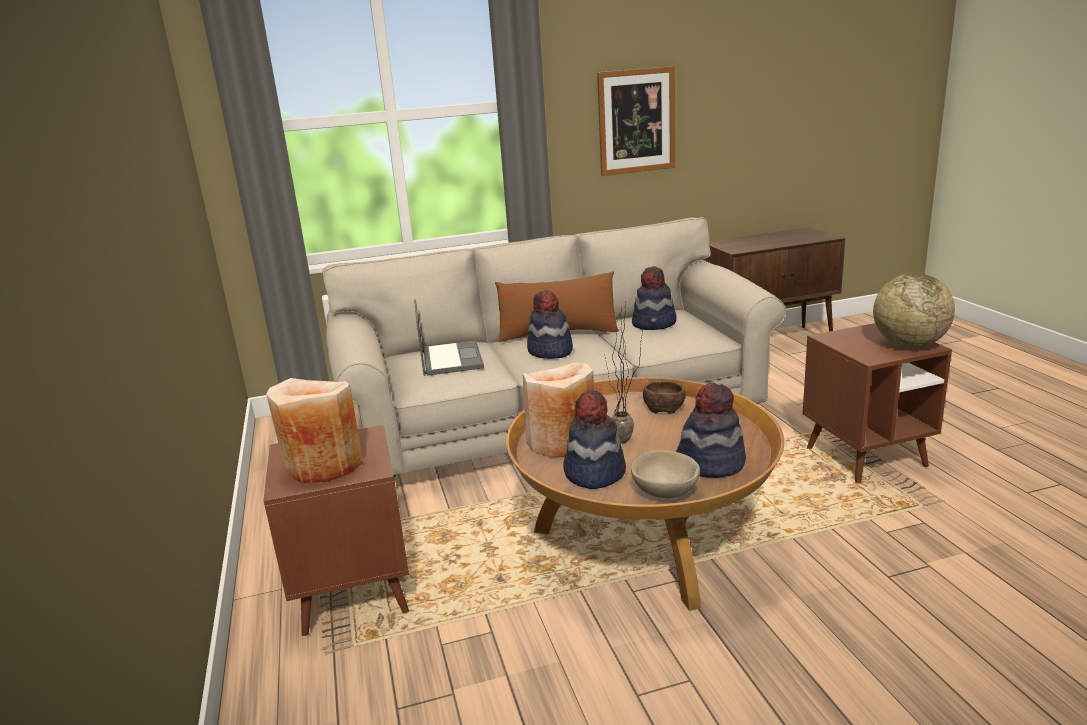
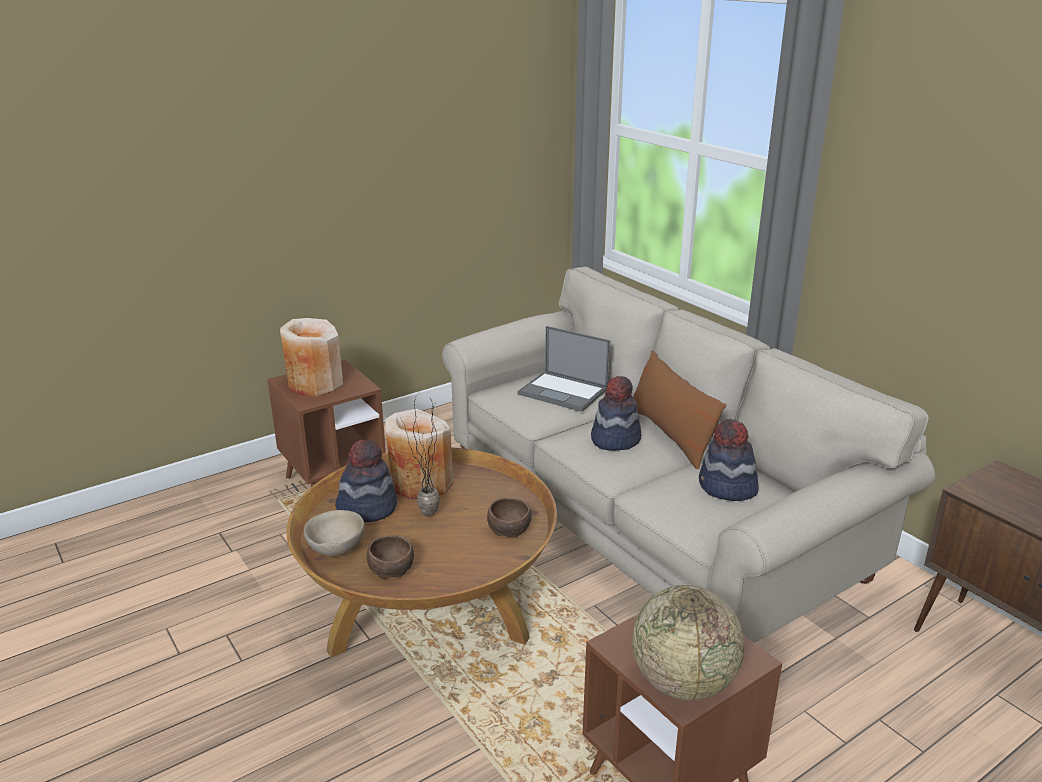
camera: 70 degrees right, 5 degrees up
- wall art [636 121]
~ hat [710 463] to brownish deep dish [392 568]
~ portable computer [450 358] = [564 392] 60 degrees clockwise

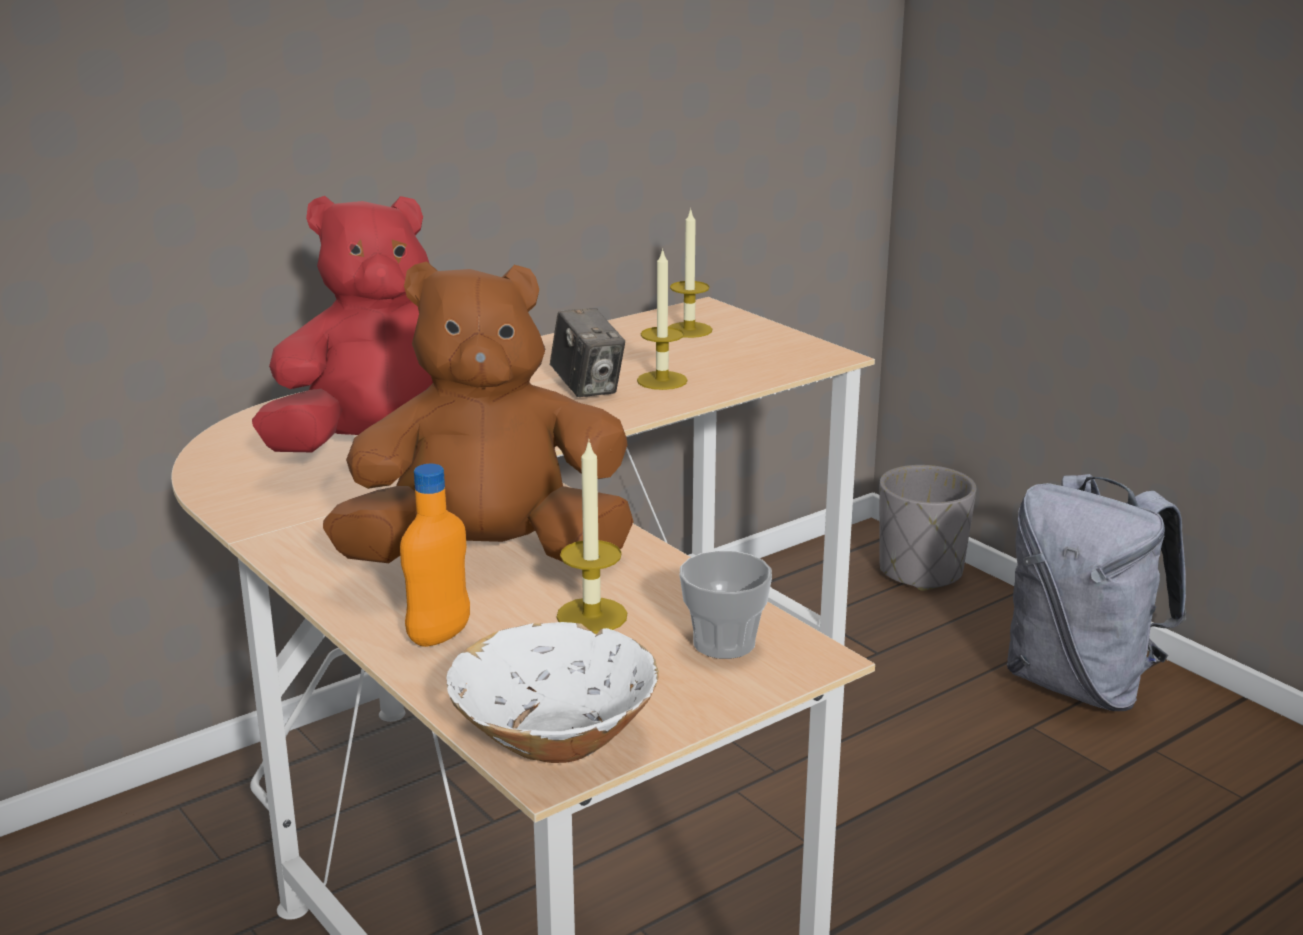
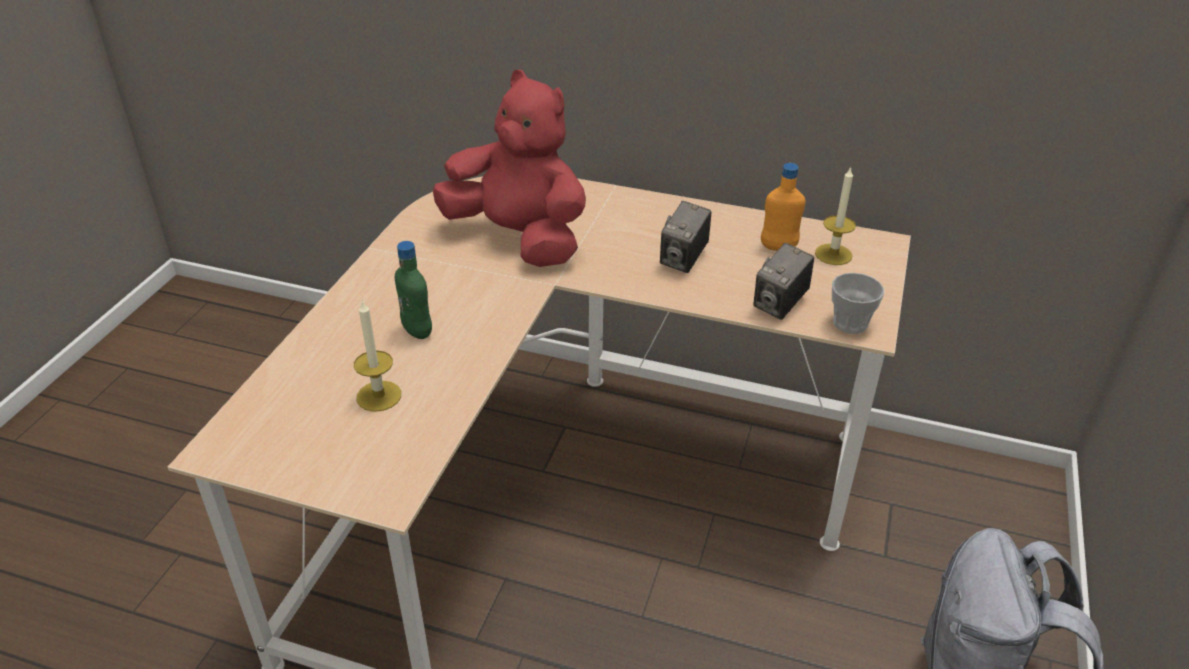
camera: 55 degrees right, 15 degrees up
- white-coloured deep dish [555 742]
- candle [662 380]
- greyish plant pot [921 572]
+ photo camera [779 305]
~ orange-coloured bottle [439 635] to [778 247]
~ small cup [724 643] to [850 323]
~ brownish cuddly toy [488 558] to green bottle [417 331]

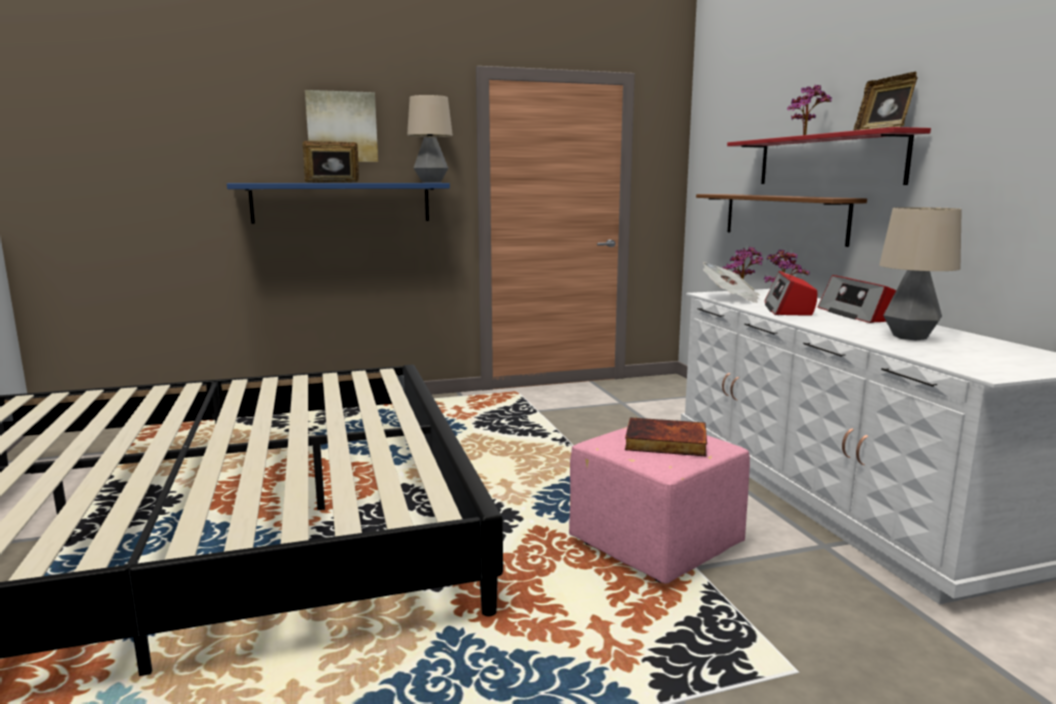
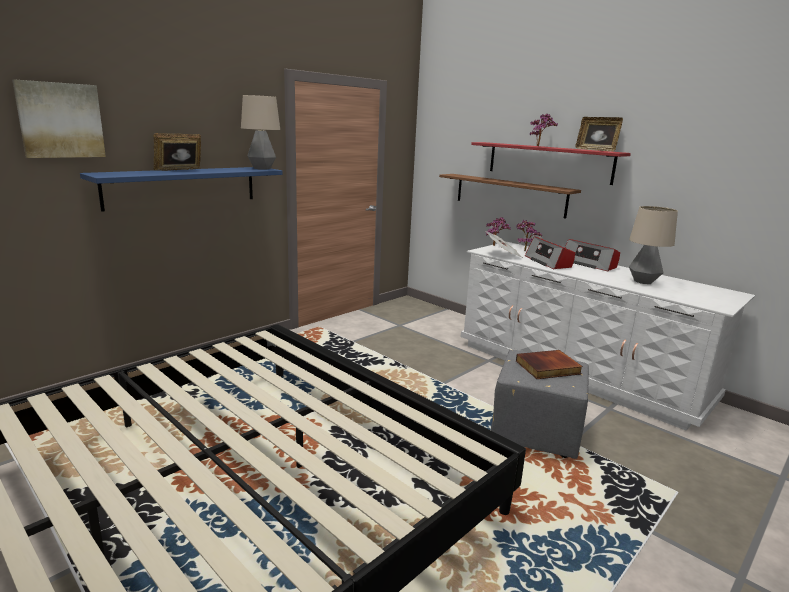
camera: 30 degrees left, 5 degrees up
~ wall art [342 127] to [60 120]
~ pinkish ottoman [654 545] to greyish ottoman [534 432]

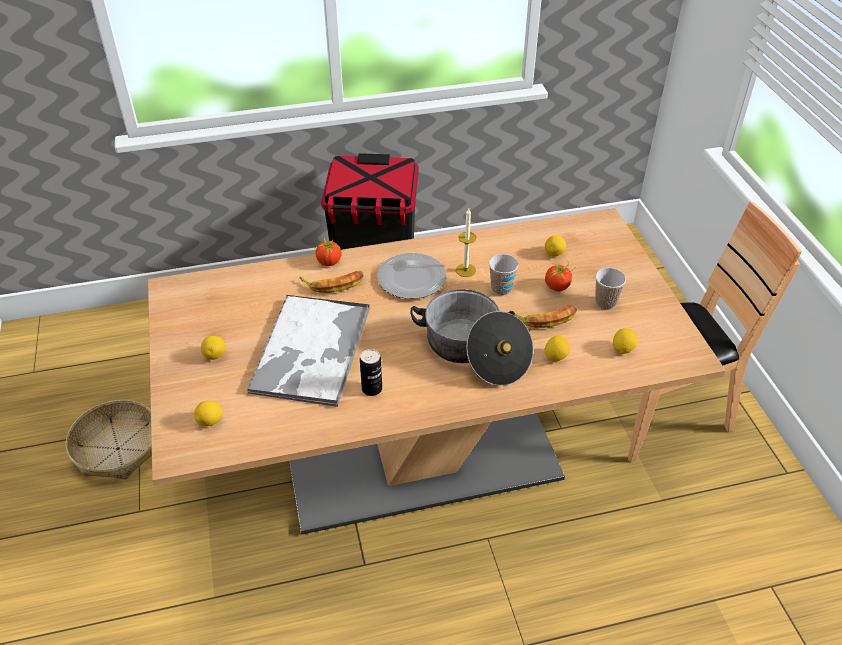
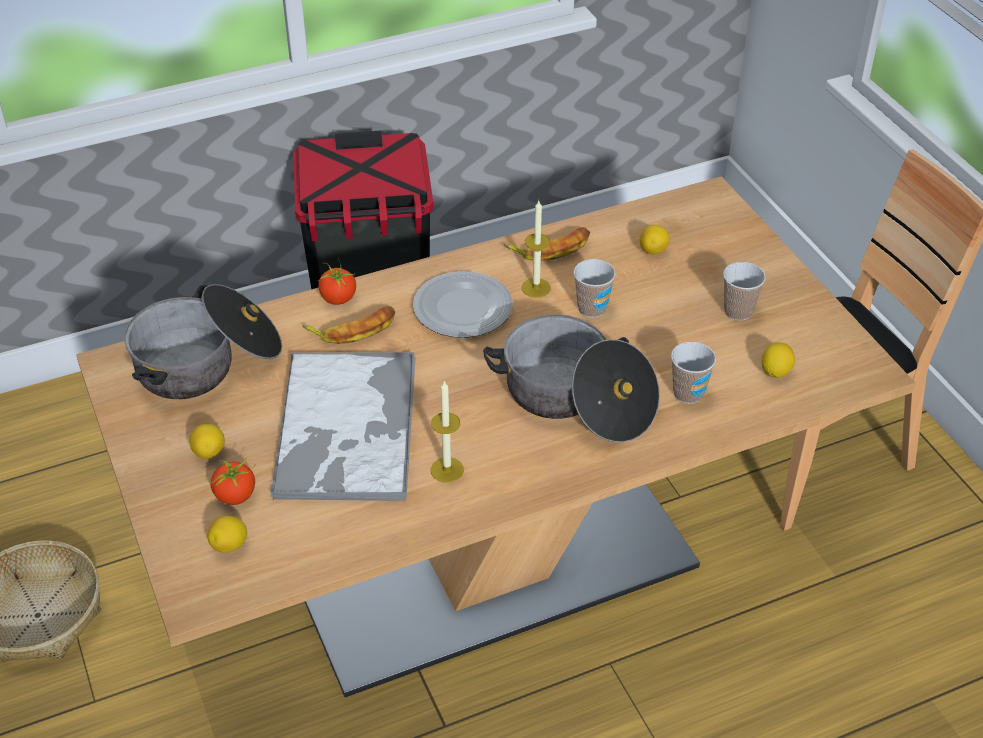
camera: 10 degrees left, 0 degrees up
+ cooking pot [208 363]
~ banana fruit [545 317] to [551 248]
~ fresh tomato [557 286] to [235 495]
~ sealed can [372 389] to candle [447 470]
~ citrus fruit [555 357] to small cup [688 393]

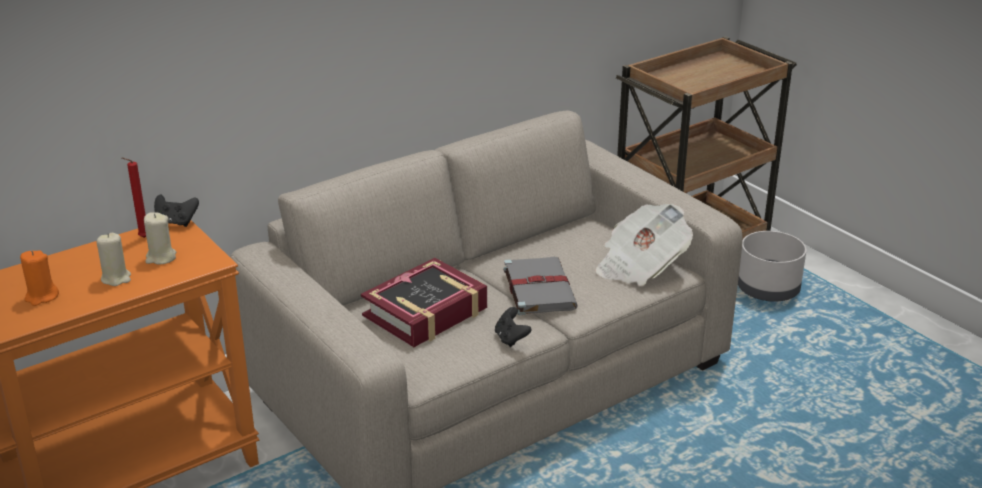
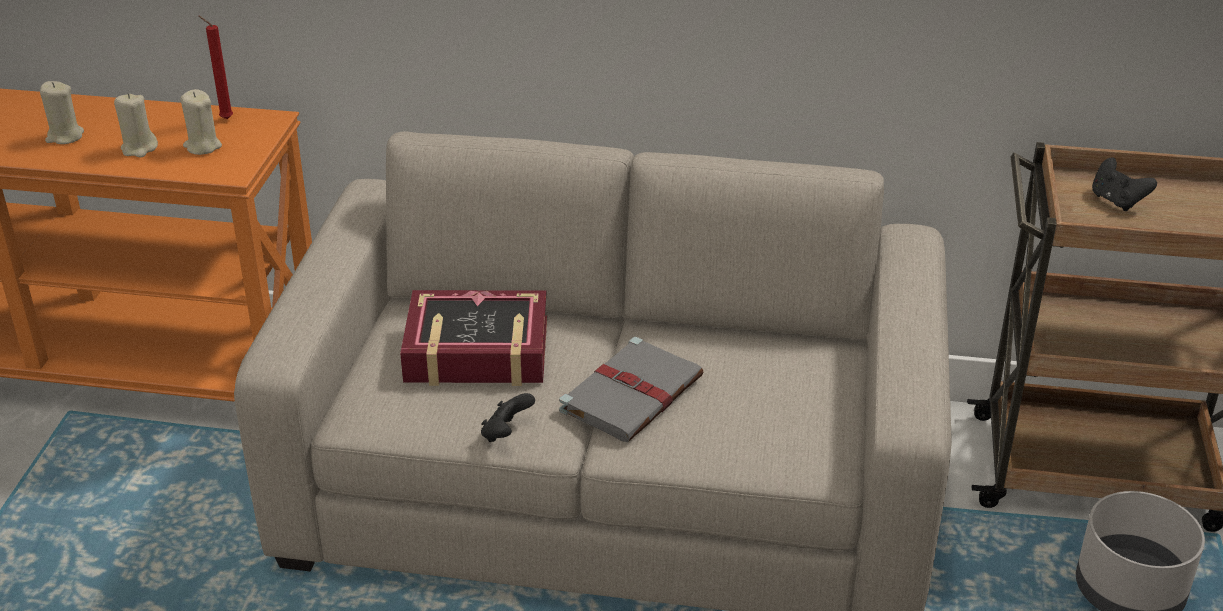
camera: 45 degrees right, 5 degrees up
- printed paper [640 266]
~ black-coloured joypad [176 222] to [1116 201]
~ orange-coloured candle [41 297] to sand-coloured candle [65 136]

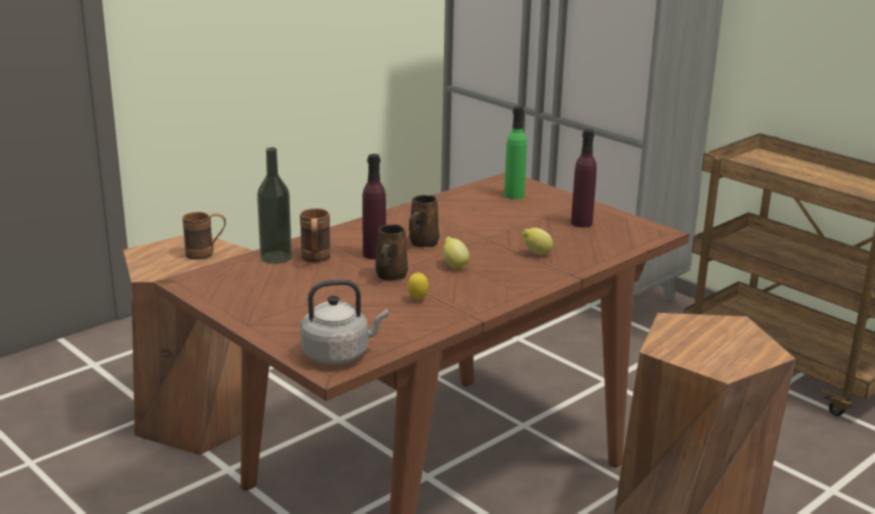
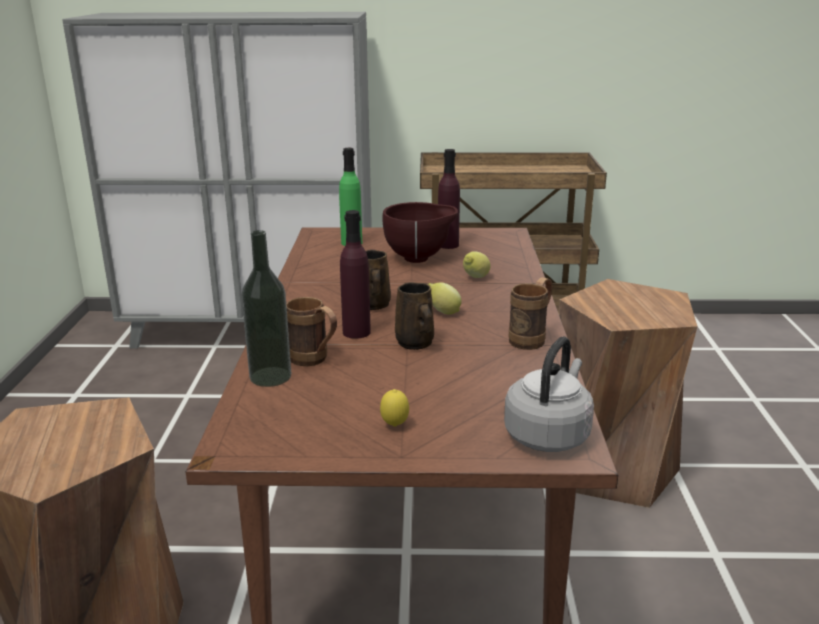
camera: 45 degrees left, 0 degrees up
+ brownish deep dish [420 259]
~ brownish mug [206 254] to [532 338]
~ citrus fruit [417 299] to [394 426]

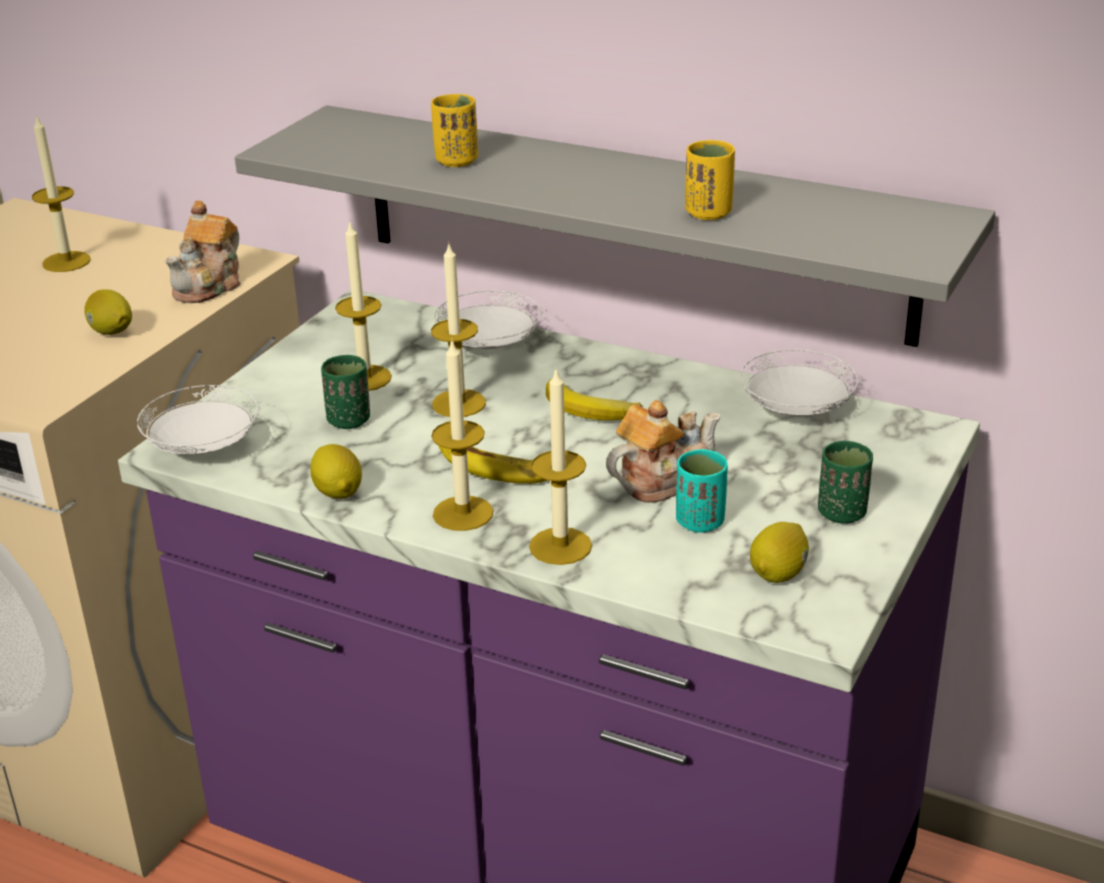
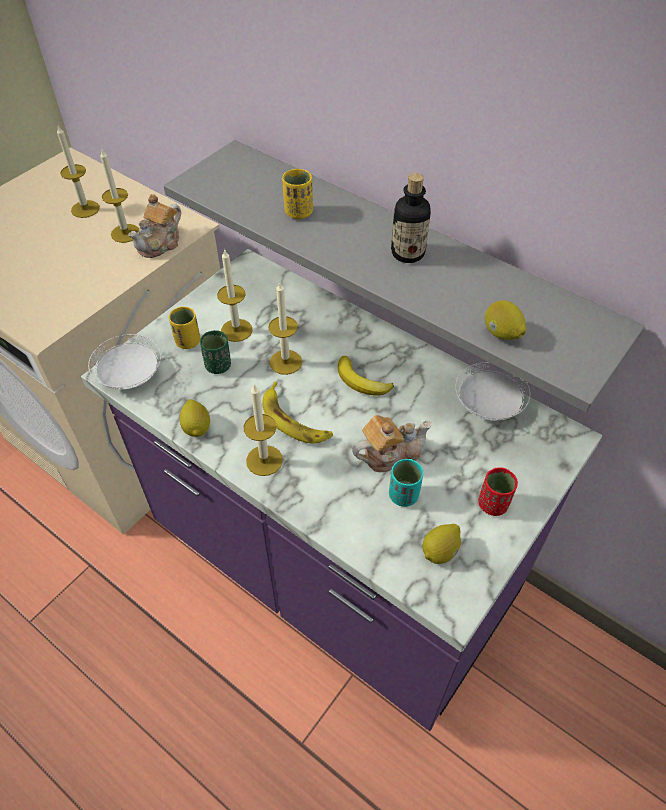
camera: 10 degrees right, 20 degrees up
- white-coloured flat dish [489 346]
+ bottle [408 253]
~ citrus fruit [112 332] to [501 334]
~ candle [560 546] to [125 233]
~ yellow-coloured small cup [708 213] to [188 342]
~ green small cup [842 513] to reddish small cup [493 504]

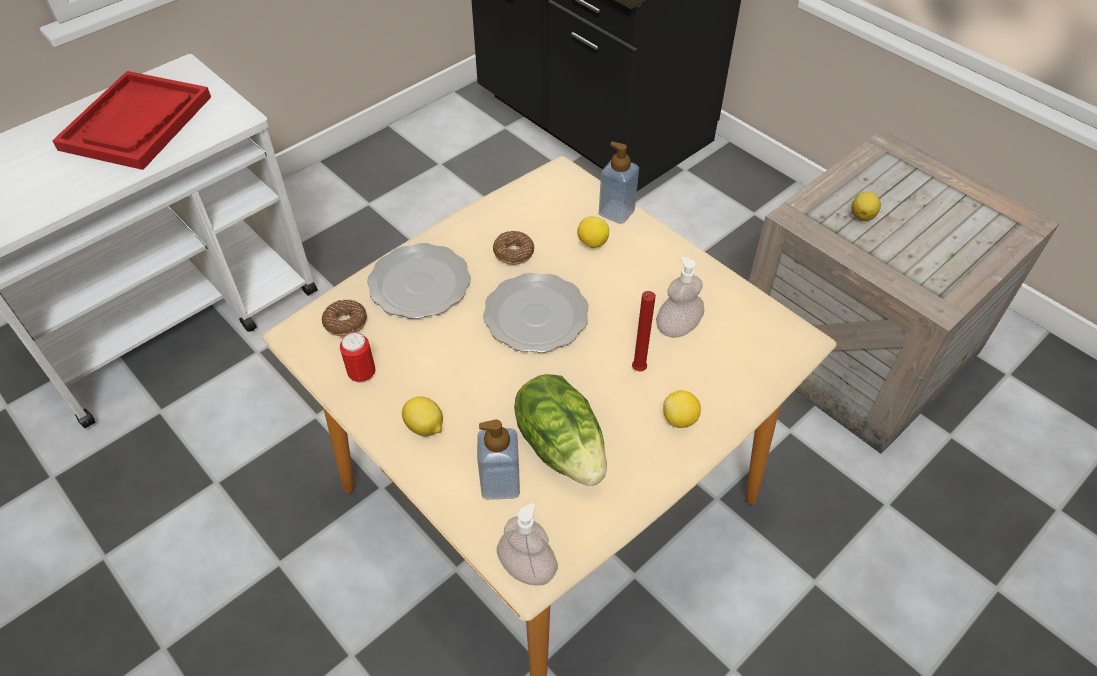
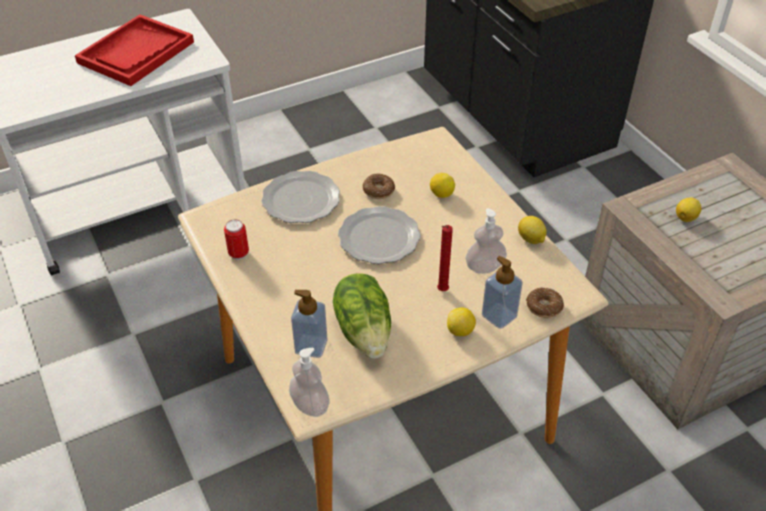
camera: 15 degrees right, 5 degrees down
~ donut [346 322] to [544 307]
~ citrus fruit [425 427] to [531 239]
~ soap dispenser [616 212] to [499 316]

